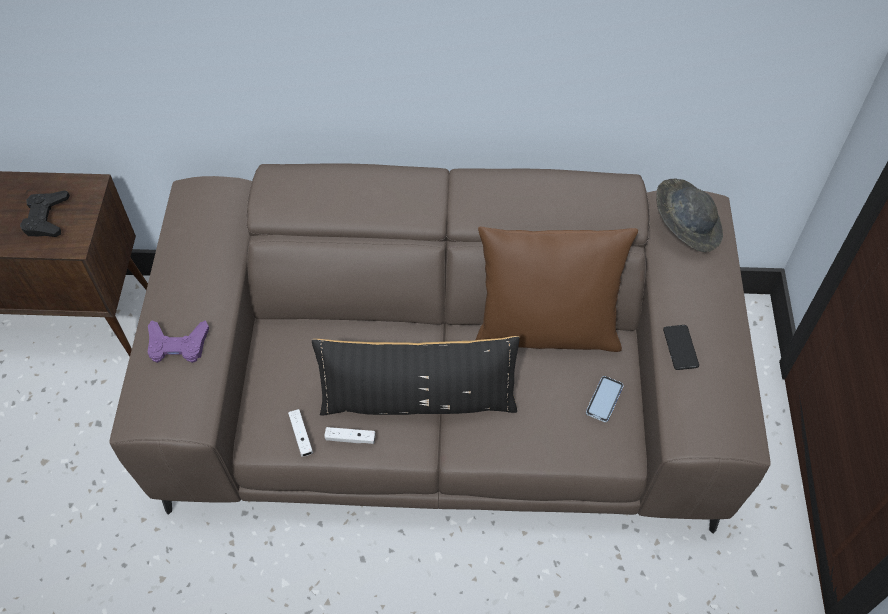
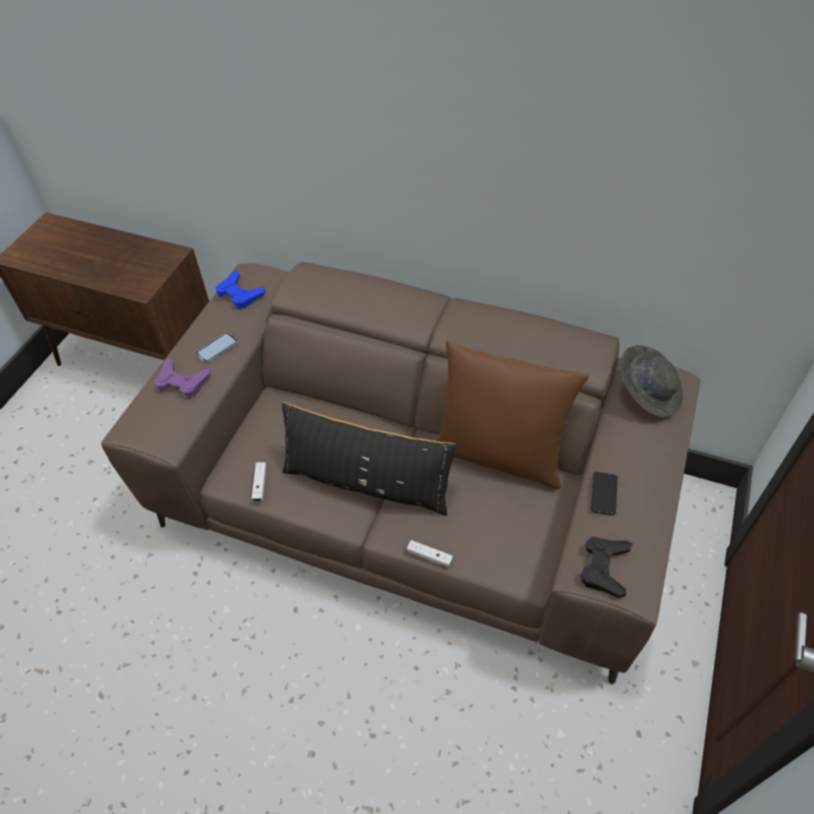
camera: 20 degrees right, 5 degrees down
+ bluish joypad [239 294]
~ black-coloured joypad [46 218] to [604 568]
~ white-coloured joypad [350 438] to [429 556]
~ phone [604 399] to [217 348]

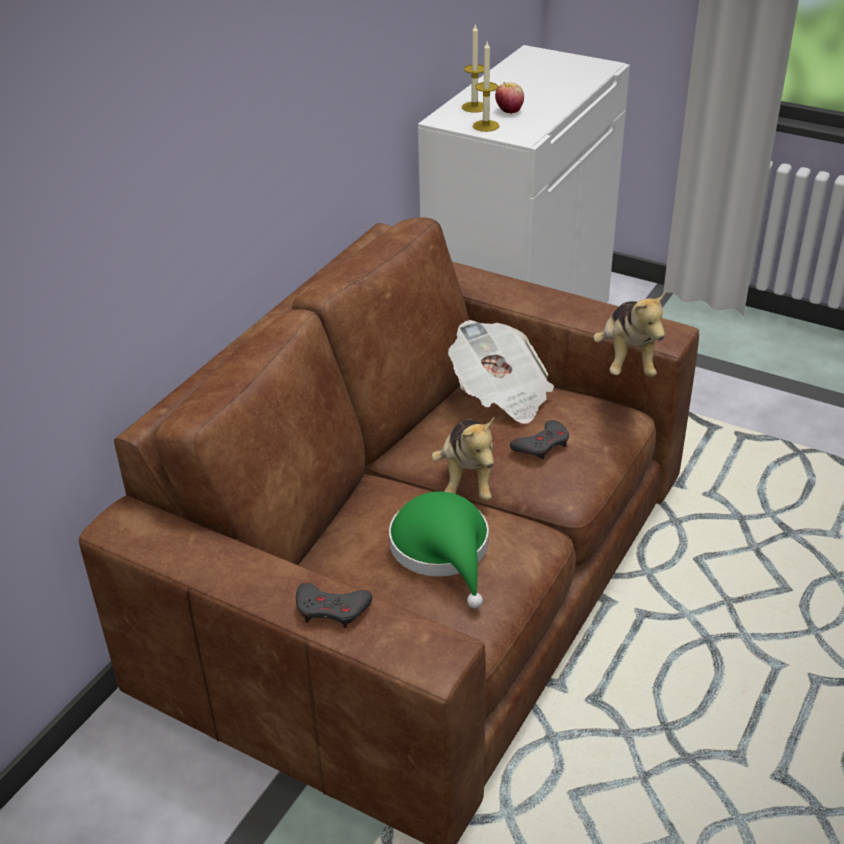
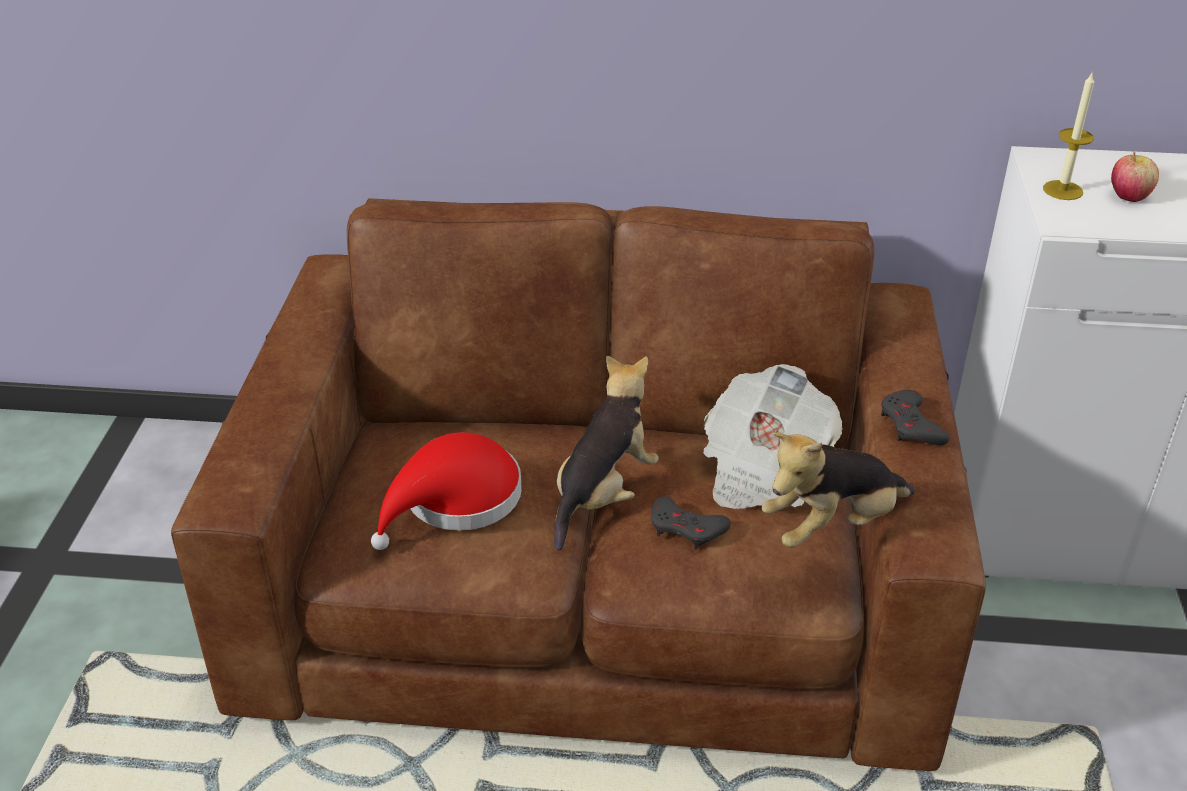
camera: 65 degrees right, 0 degrees up
- candle [474 107]
~ greyish joypad [332 609] to [911 425]
~ green hat [443 551] to reddish hat [455 500]
~ cuddly toy [467 479] = [603 493] 150 degrees clockwise

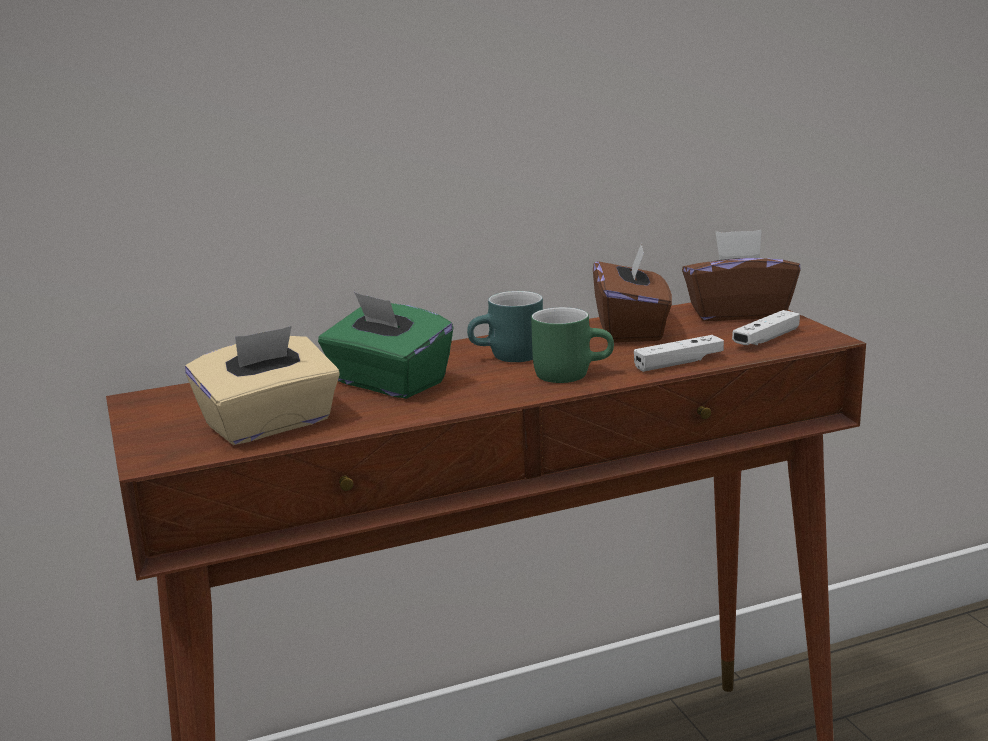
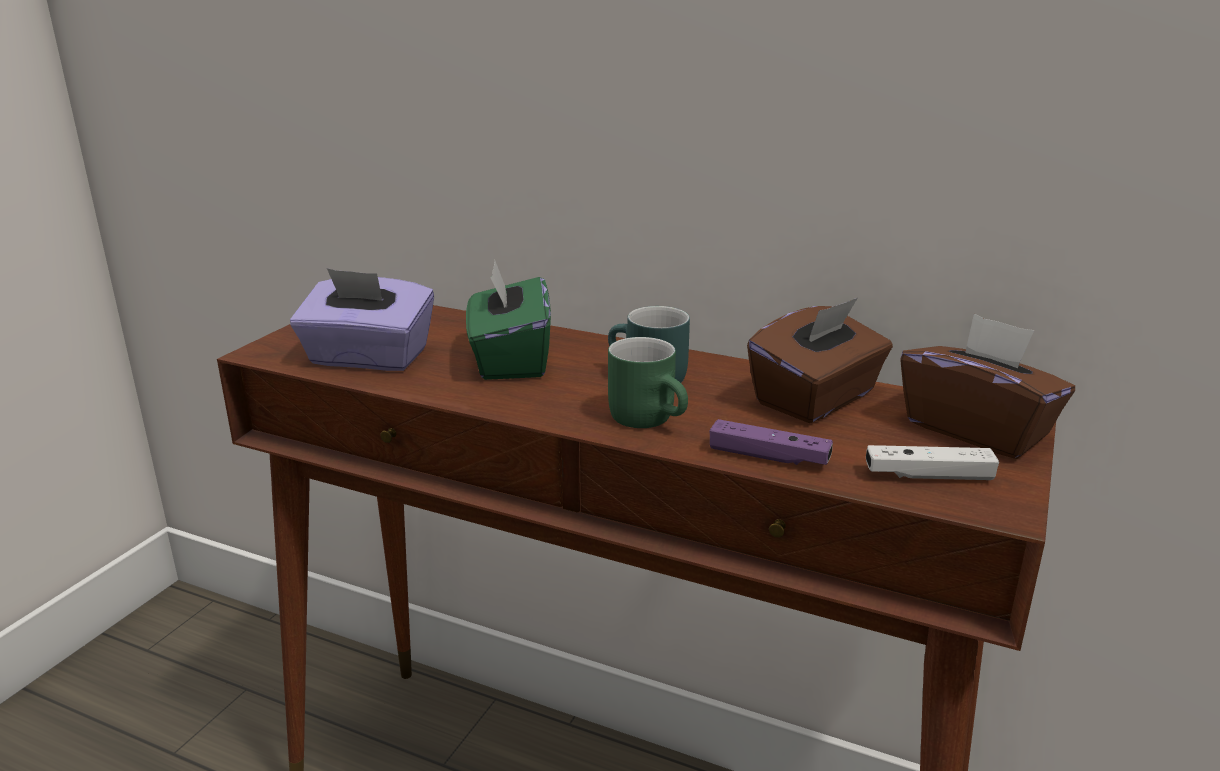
camera: 45 degrees right, 5 degrees up
~ sand-coloured tissue holder [270 425] to purple tissue holder [368 358]
~ white-coloured joypad [678 363] to purple joypad [768 456]

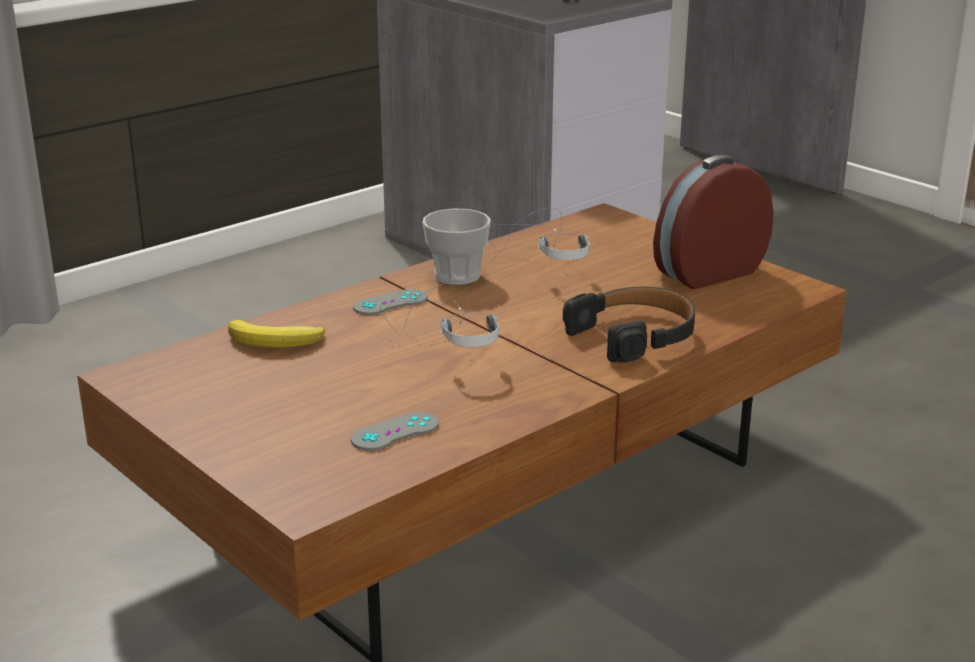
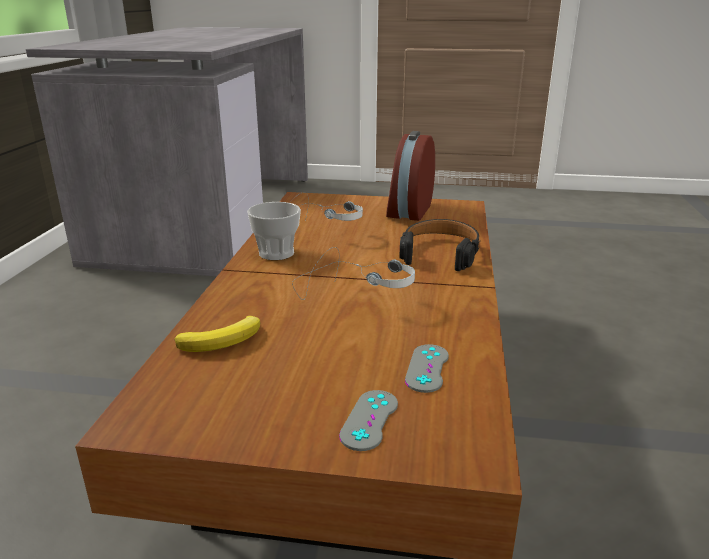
camera: 40 degrees left, 0 degrees up
~ greyish joypad [390 303] to [369 420]

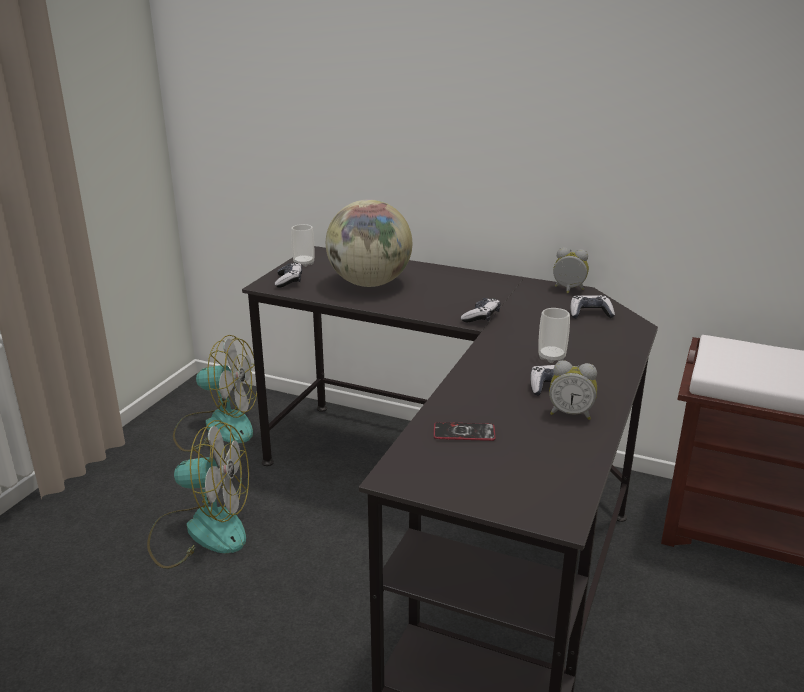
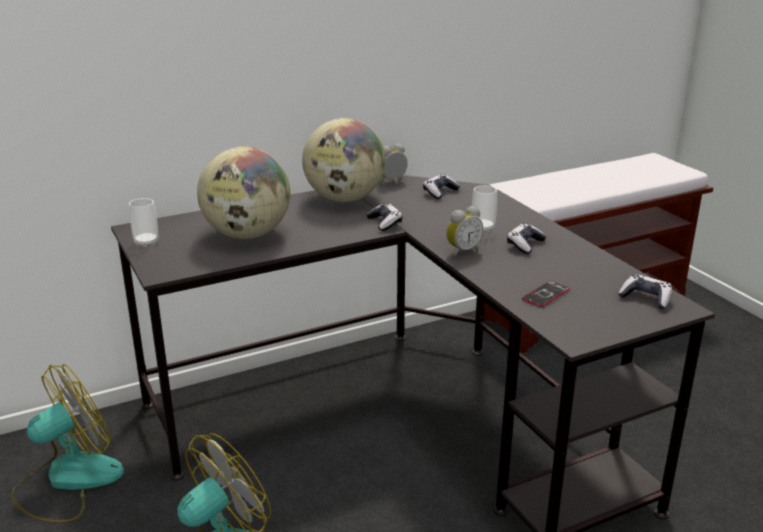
camera: 50 degrees left, 0 degrees up
+ globe [344 199]
~ joypad [289 281] to [646 298]
~ alarm clock [570 413] to [462 251]

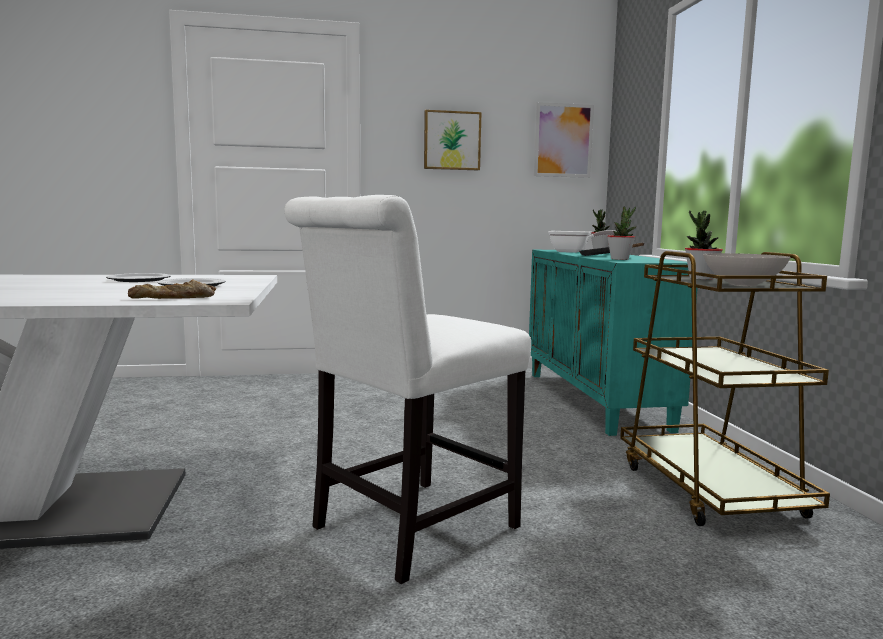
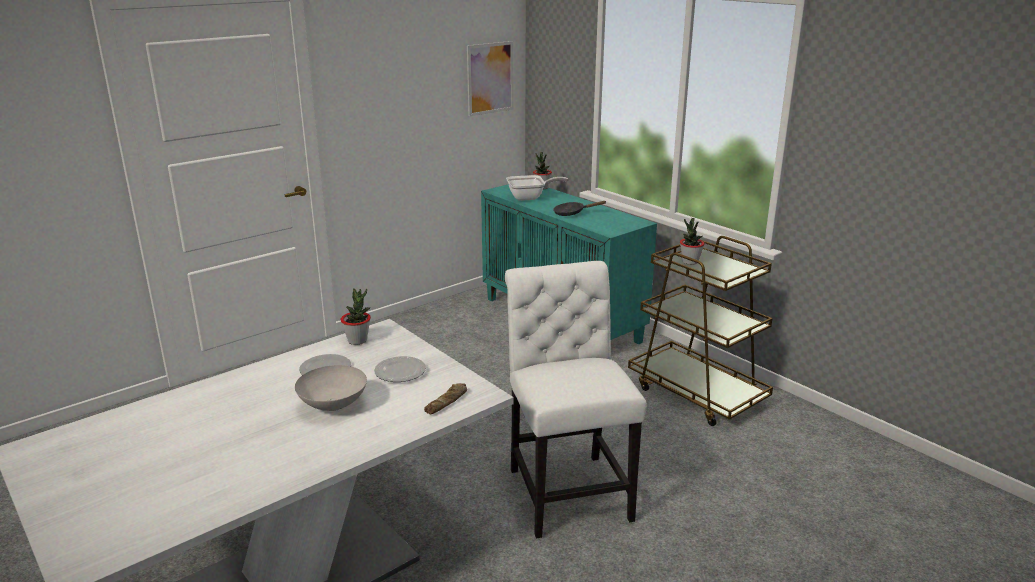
camera: 30 degrees left, 15 degrees up
- wall art [451 141]
~ potted plant [619 259] to [357 340]
~ white-coloured deep dish [743 285] to [333 405]
~ white-coloured chair [406 531] = [567 490] 150 degrees clockwise

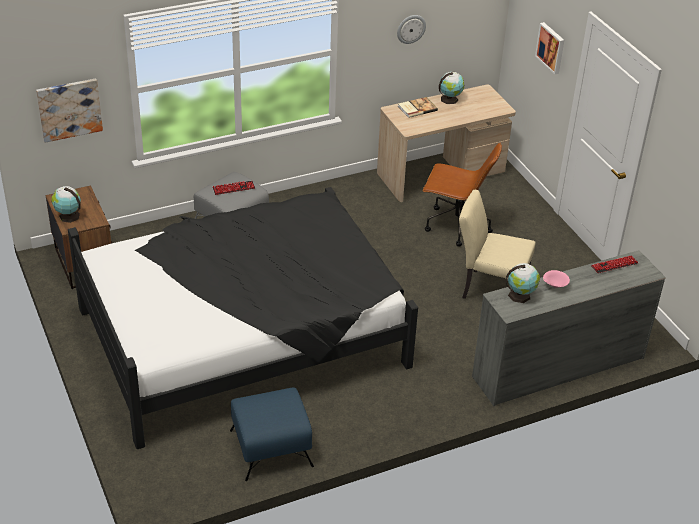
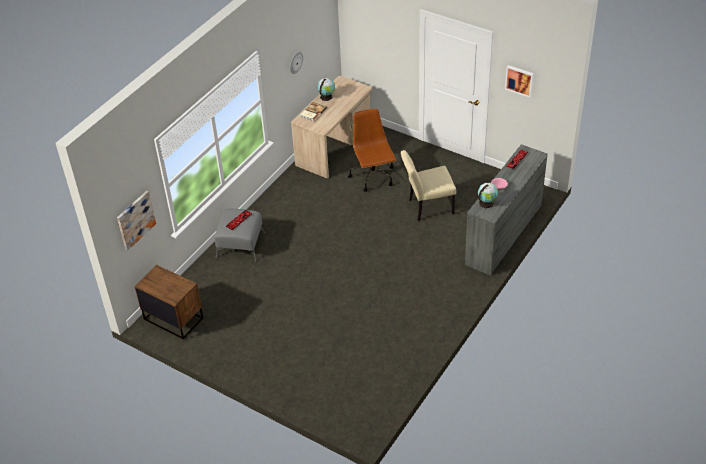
camera: 30 degrees left, 5 degrees up
- globe [68 216]
- black-coloured sleeping bed [244 336]
- bluish ottoman [270 448]
~ wall art [551 47] to [519 80]
~ brownish desk chair [455 225] = [373 177] 90 degrees counterclockwise

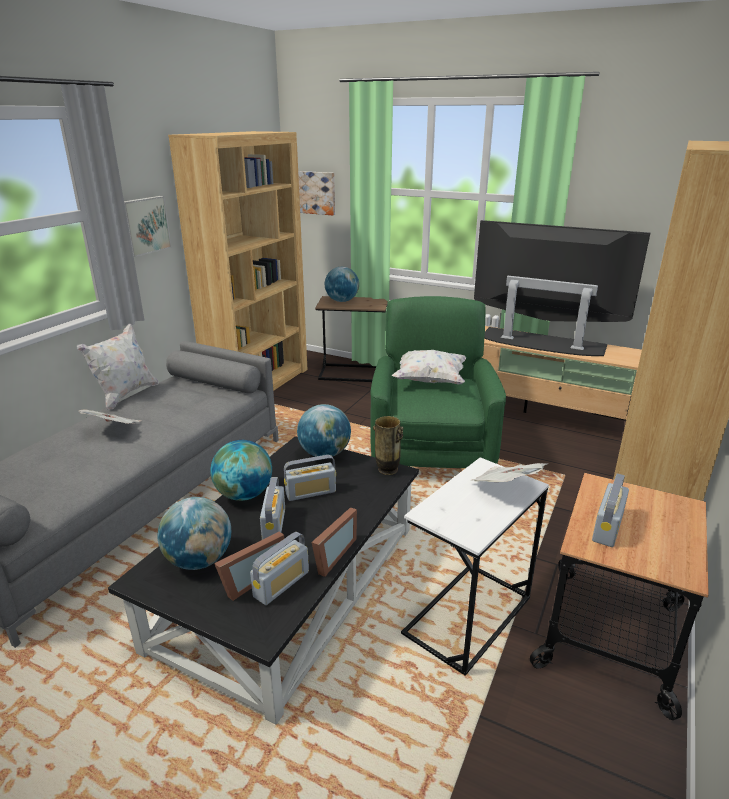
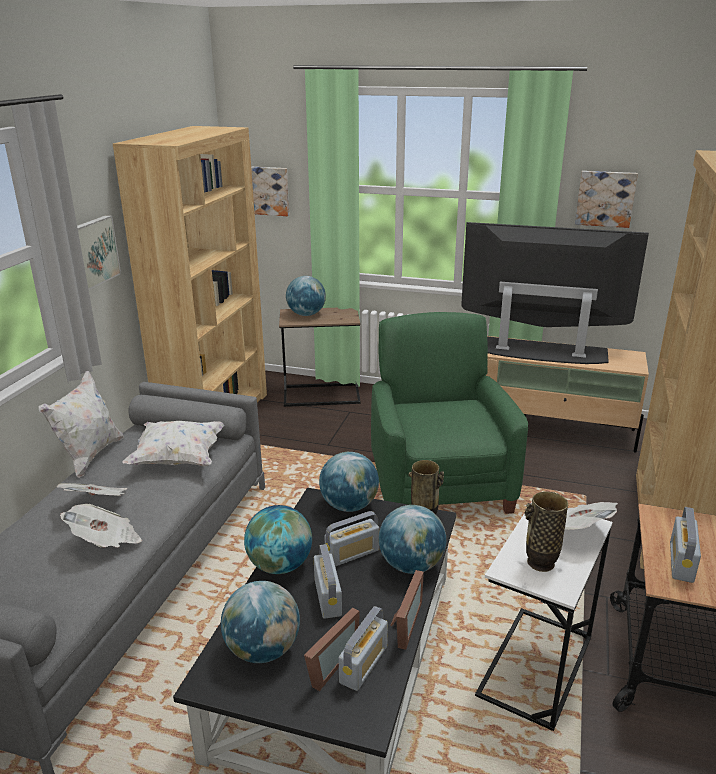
camera: 10 degrees left, 0 degrees up
+ printed paper [106 541]
+ globe [411 565]
+ decorative vase [540 563]
+ wall art [605 198]
~ white-coloured throw pillow [429 381] to [178 459]

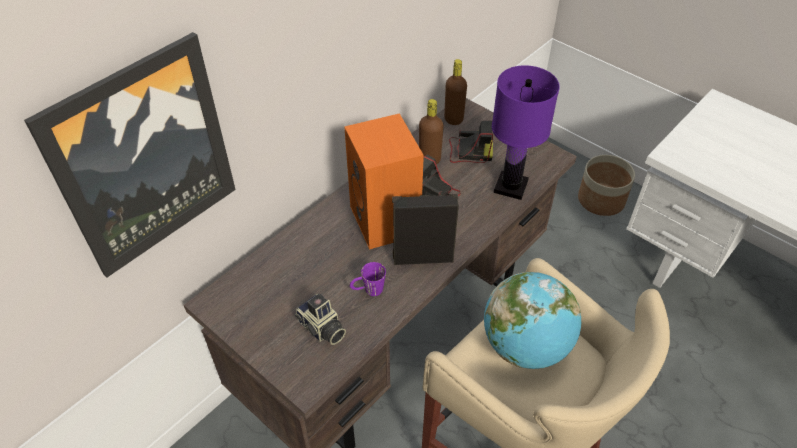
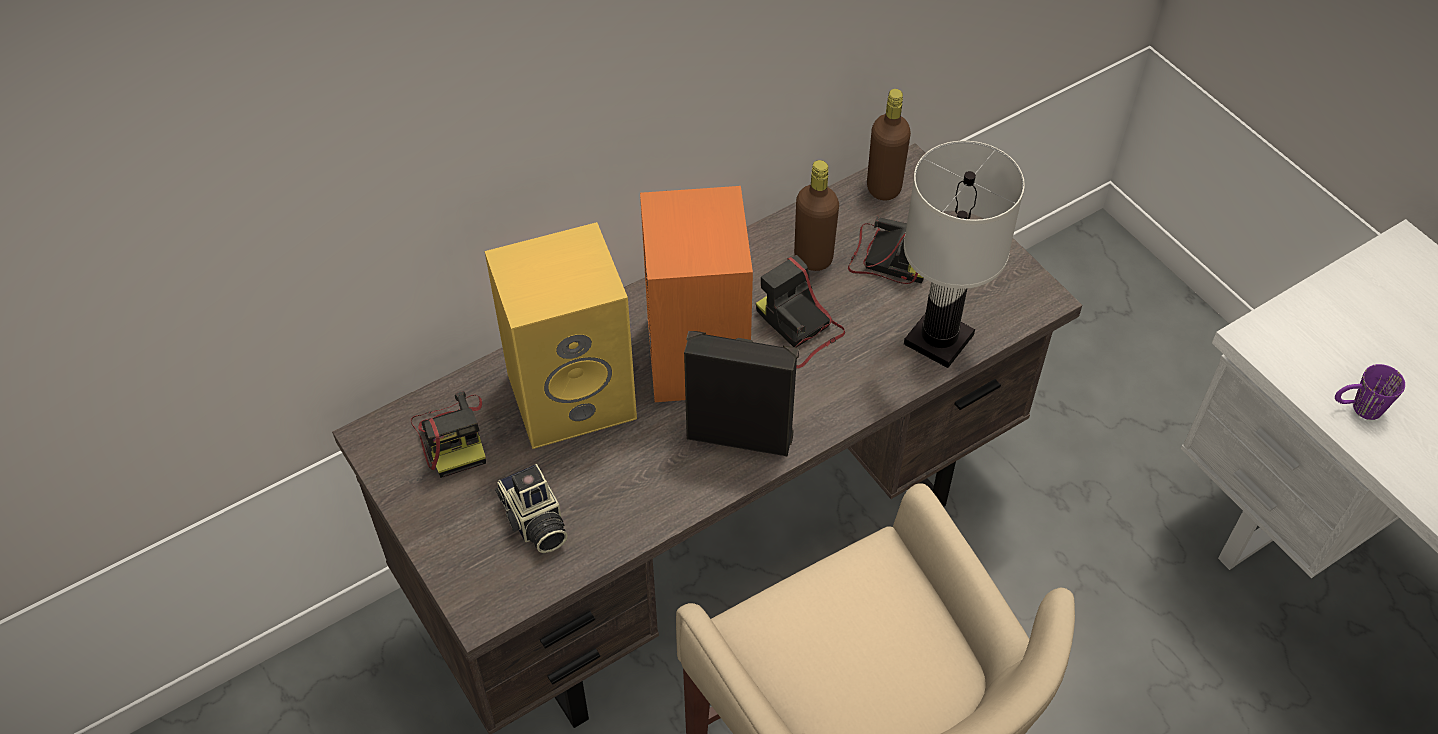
camera: 15 degrees right, 5 degrees up
- wall art [144 157]
- globe [525 346]
- plant pot [601 200]
+ photo camera [453 436]
+ yellow-coloured audio speaker [574 393]
~ purple mug [368 290] to [1357 408]
~ purple lamp for a table [511 186] to white-coloured lamp for a table [940 339]

